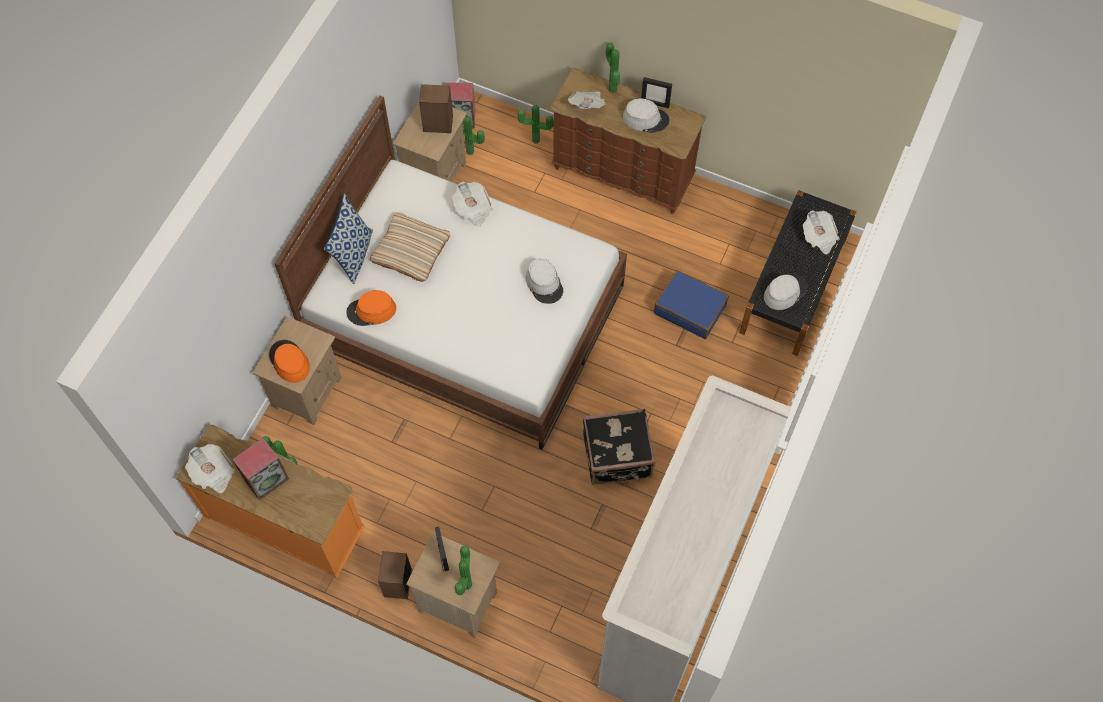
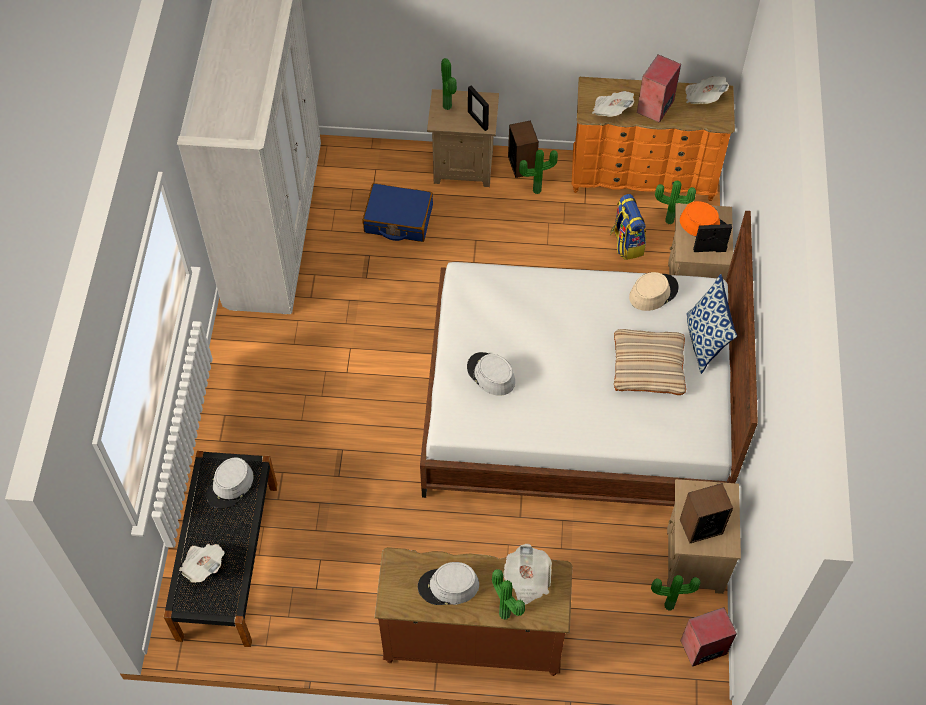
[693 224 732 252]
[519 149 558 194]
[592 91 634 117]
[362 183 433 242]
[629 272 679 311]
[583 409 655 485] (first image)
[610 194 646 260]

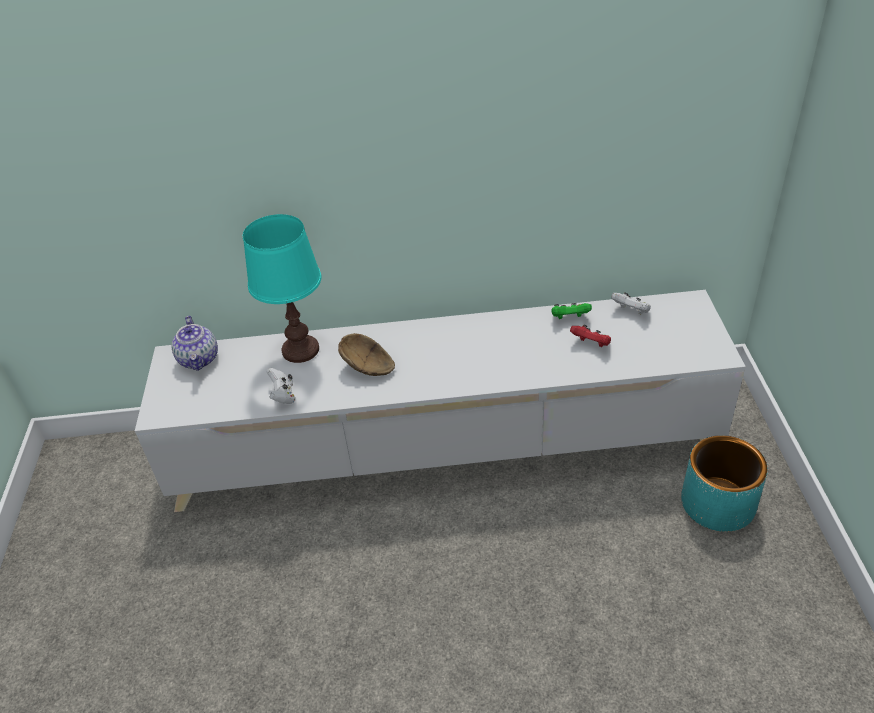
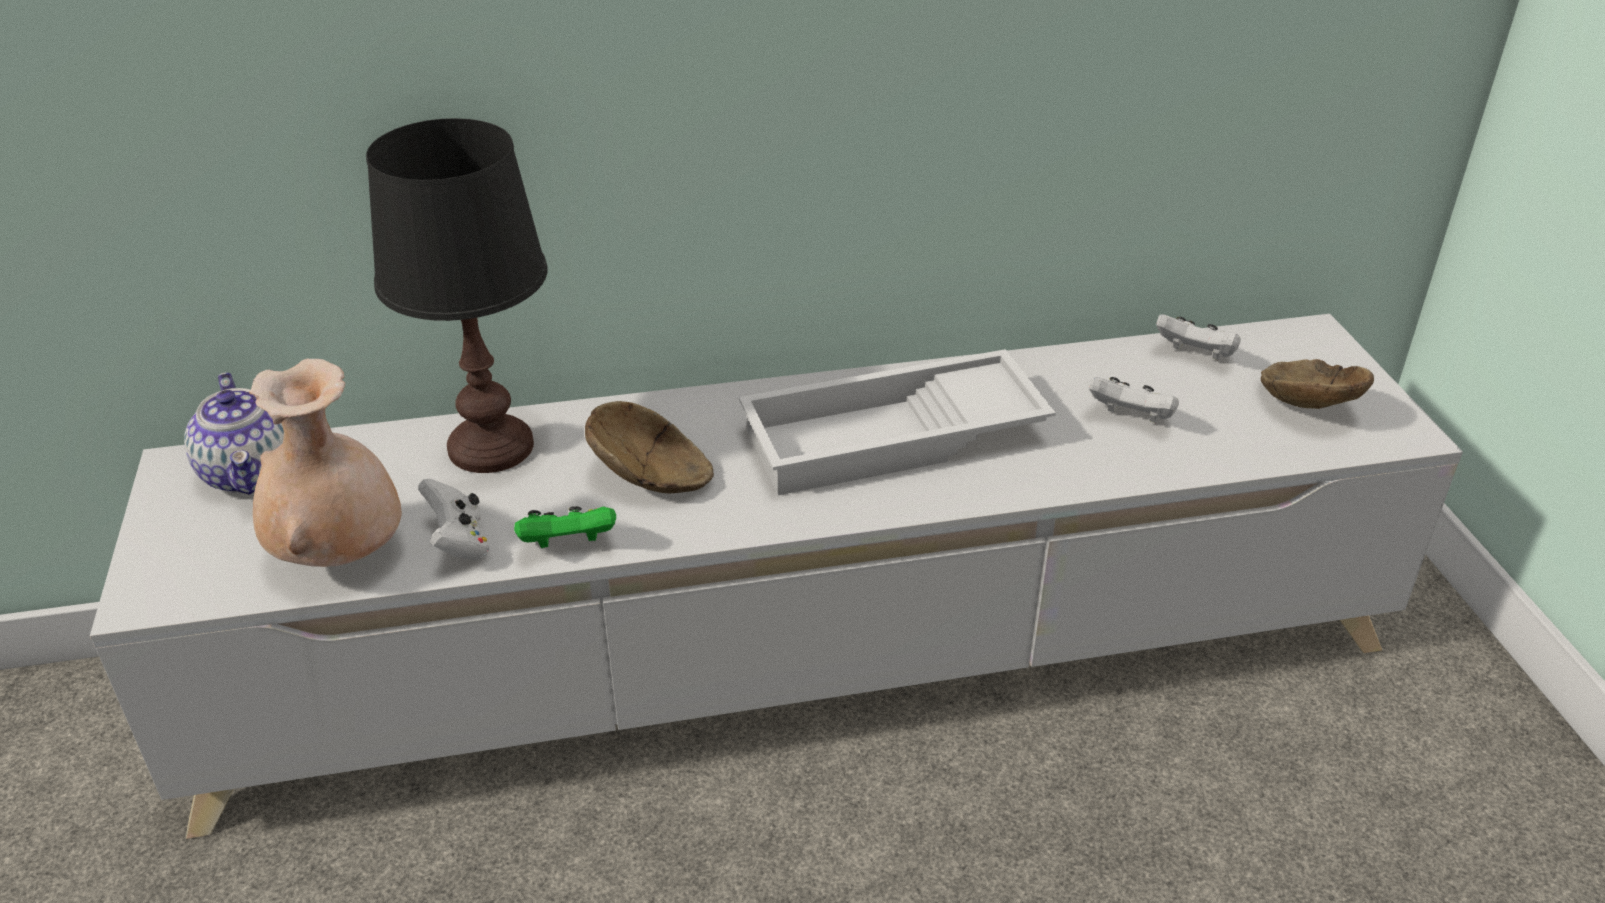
[366 118 548 473]
[514 506 616 548]
[1089 377 1179 423]
[681 435 768 532] (first image)
[739 349 1056 495]
[249 359 402 567]
[1261 359 1374 409]

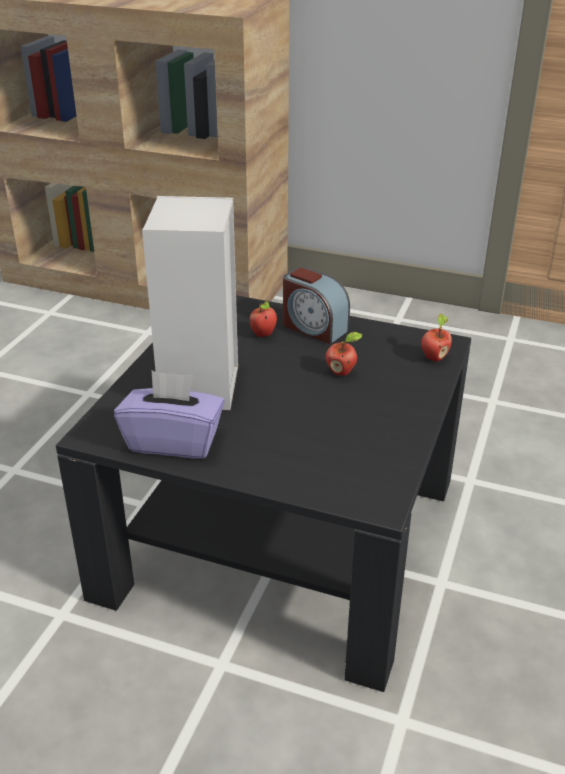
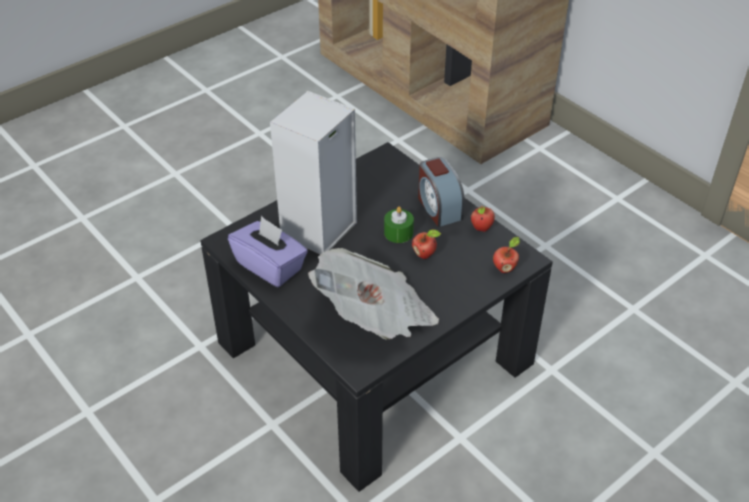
[471 206 495 232]
[384 206 414 243]
[308 248 439 340]

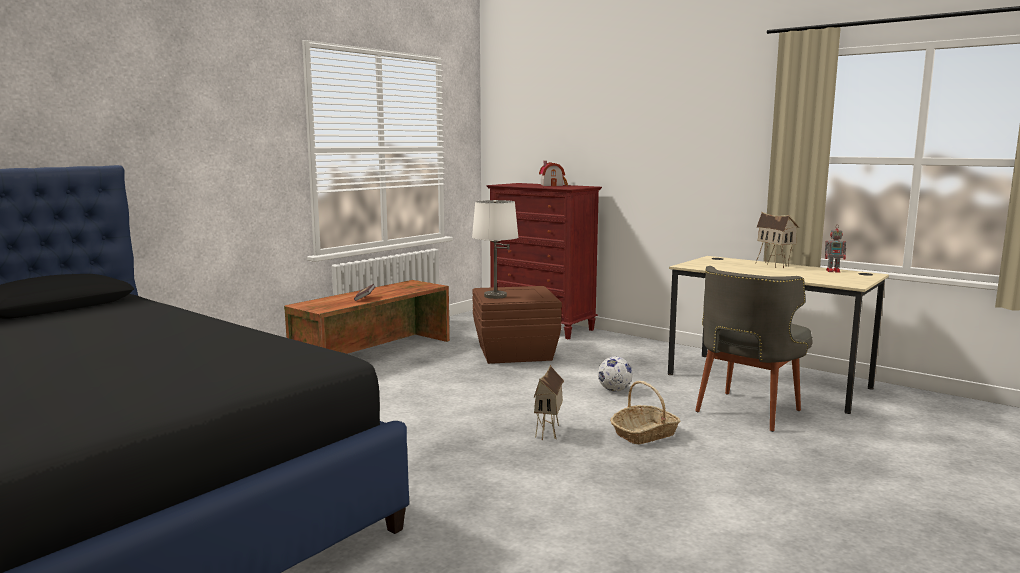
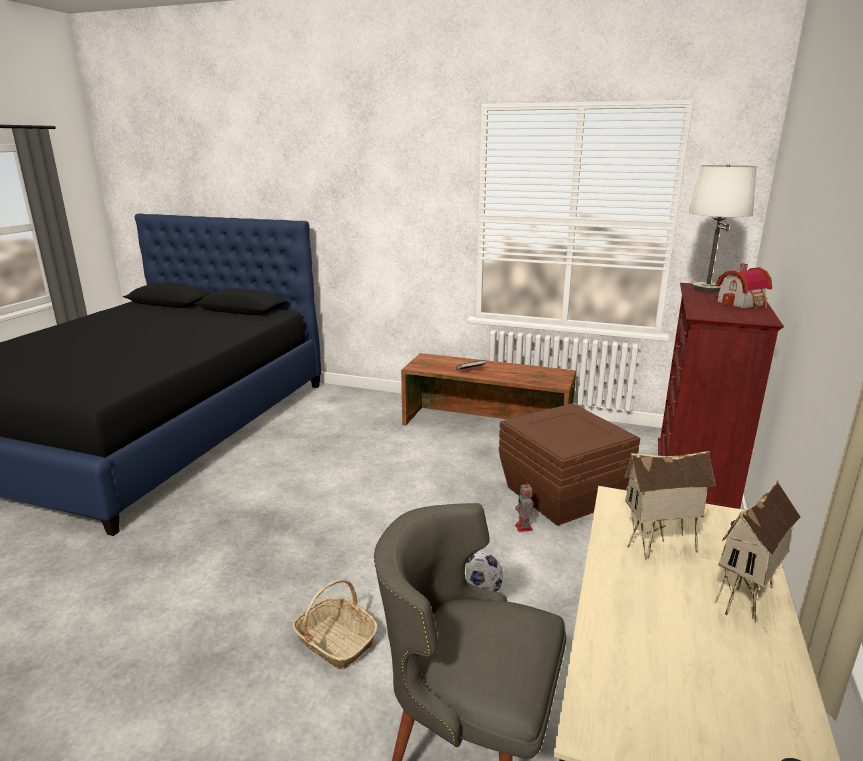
[688 164 757 292]
[515 481 533 532]
[625 451 716 560]

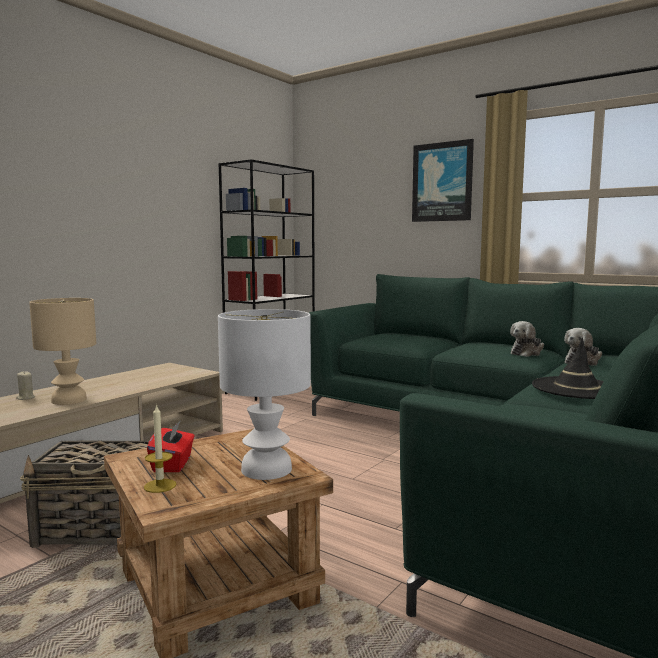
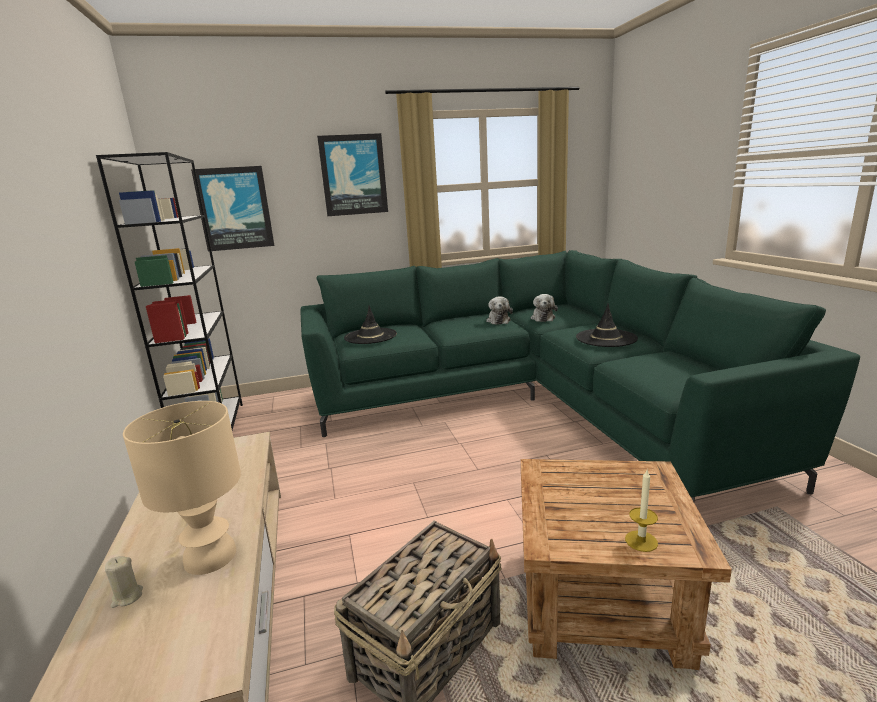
[218 309 311 480] (first image)
[147 420 194 472] (first image)
[191 166 274 252]
[344 306 397 344]

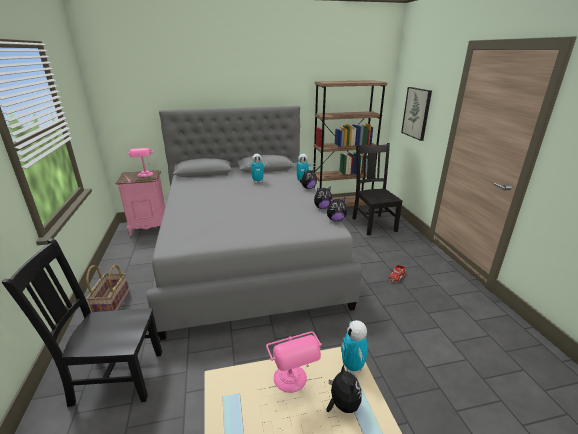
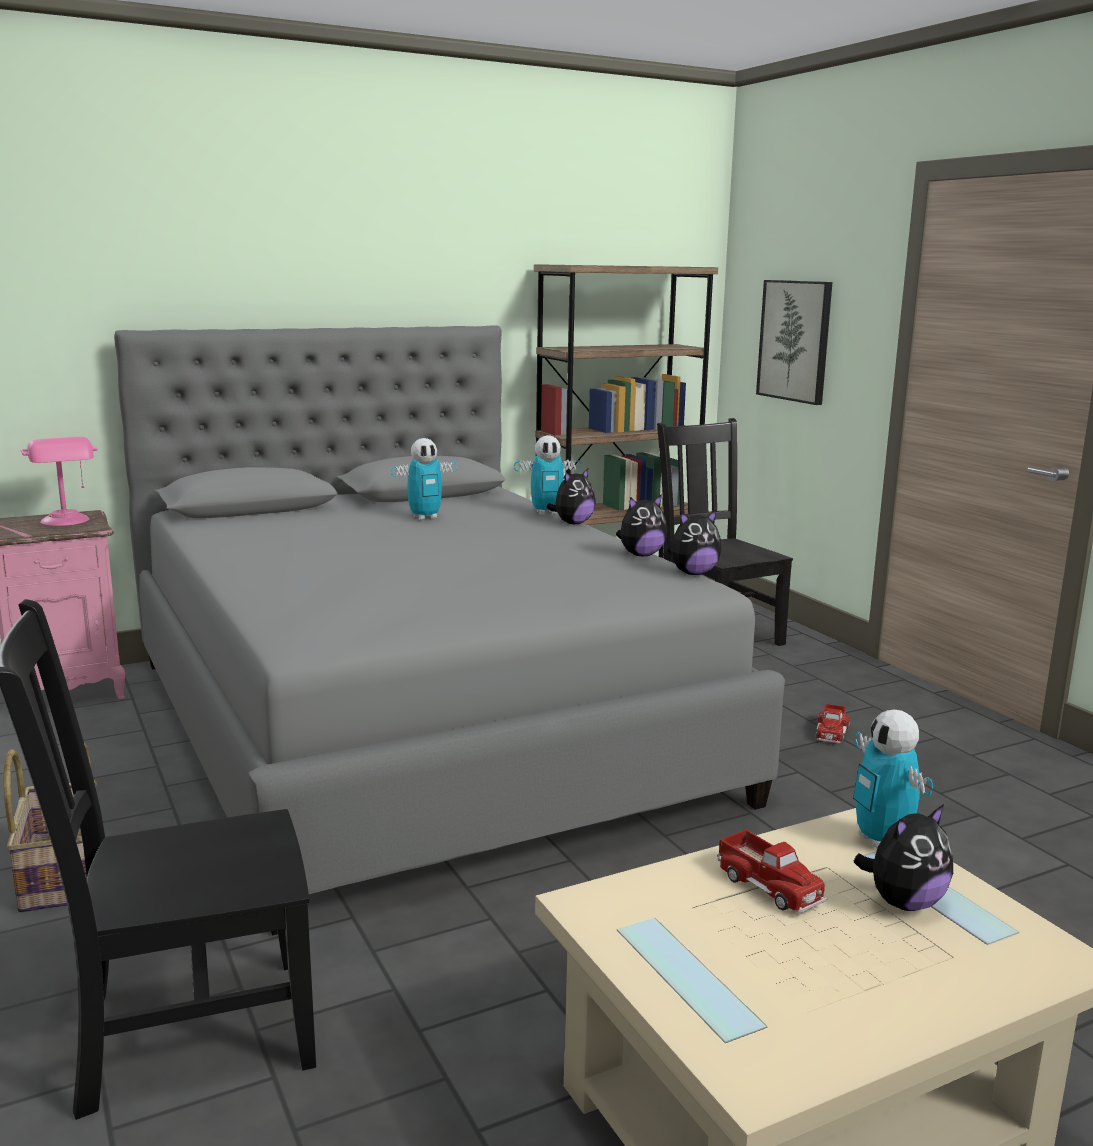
[717 830 827 913]
[854 804 953 911]

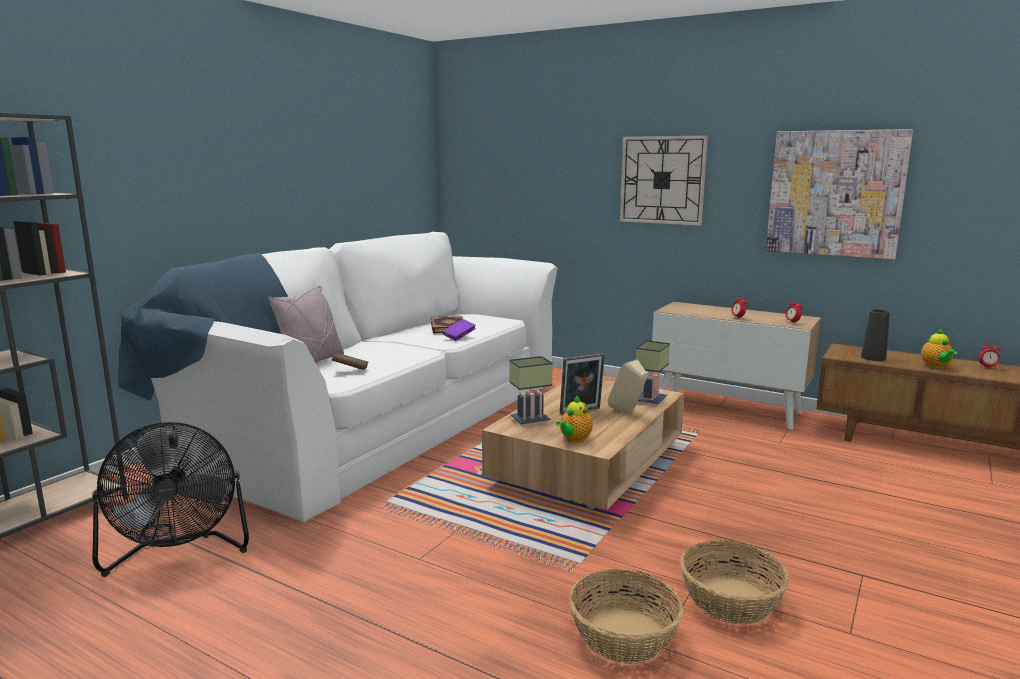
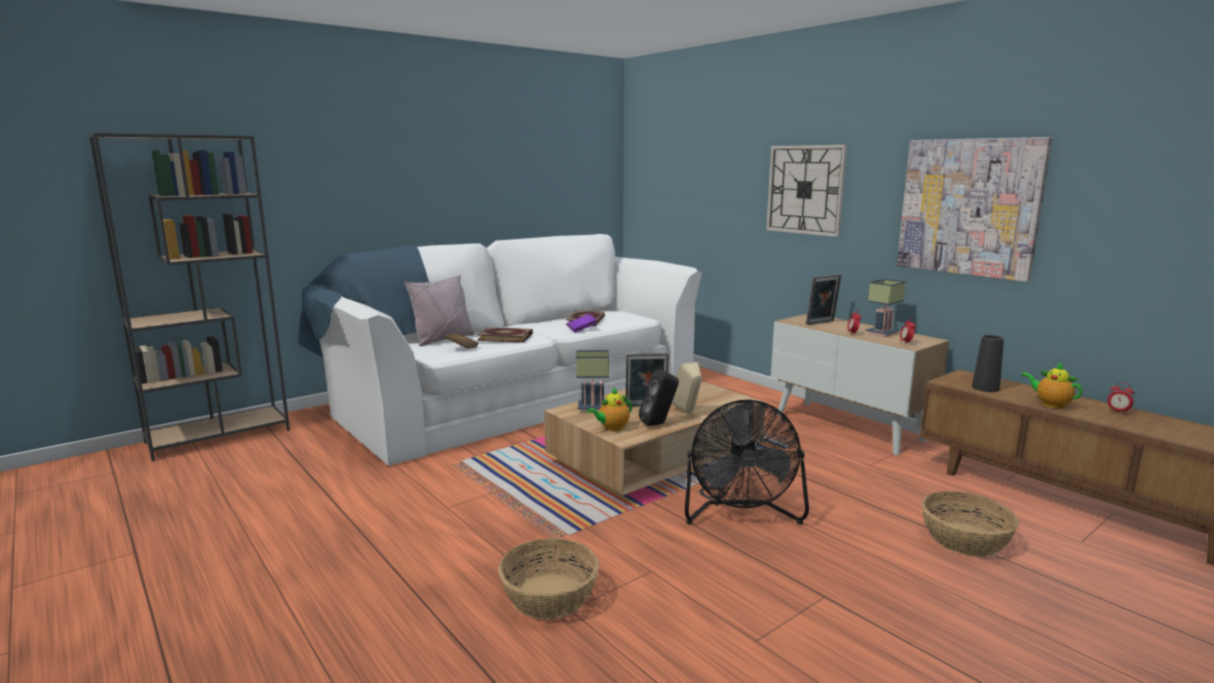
[1021 363 1083 408]
[865 279 906 337]
[685 400 809 525]
[922 491 1019 557]
[806 274 841 325]
[477 327 533 343]
[639 369 679 426]

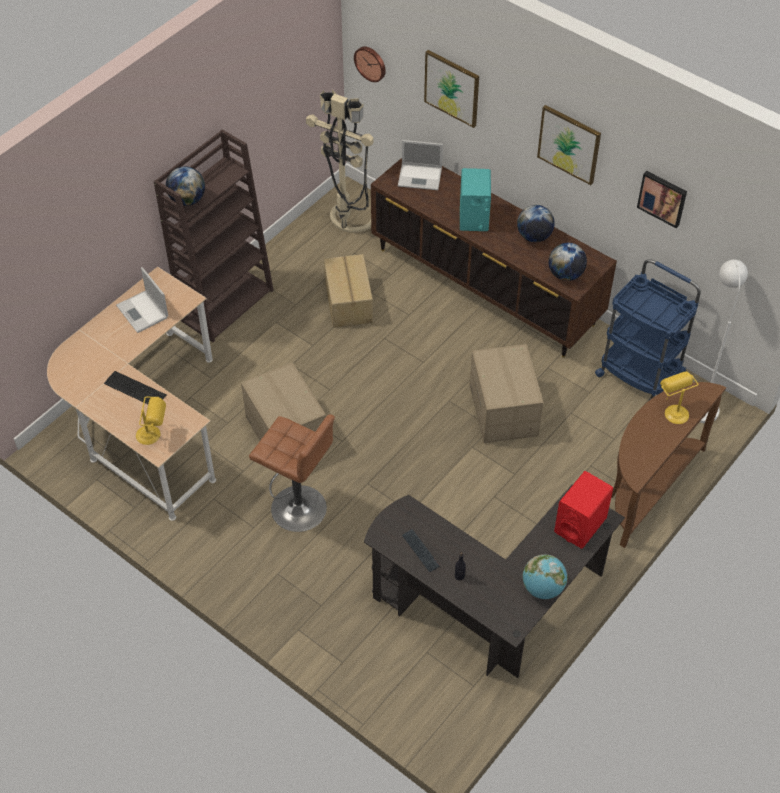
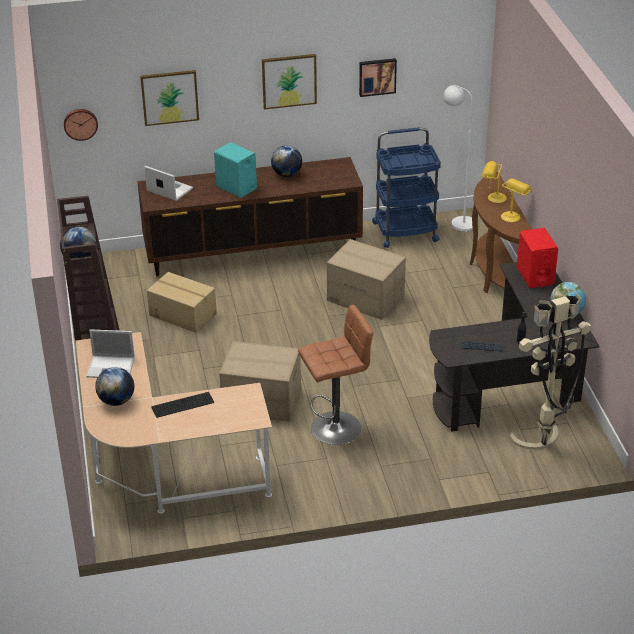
[510 293 591 449]
[145 166 193 201]
[95 367 134 406]
[501 178 531 222]

